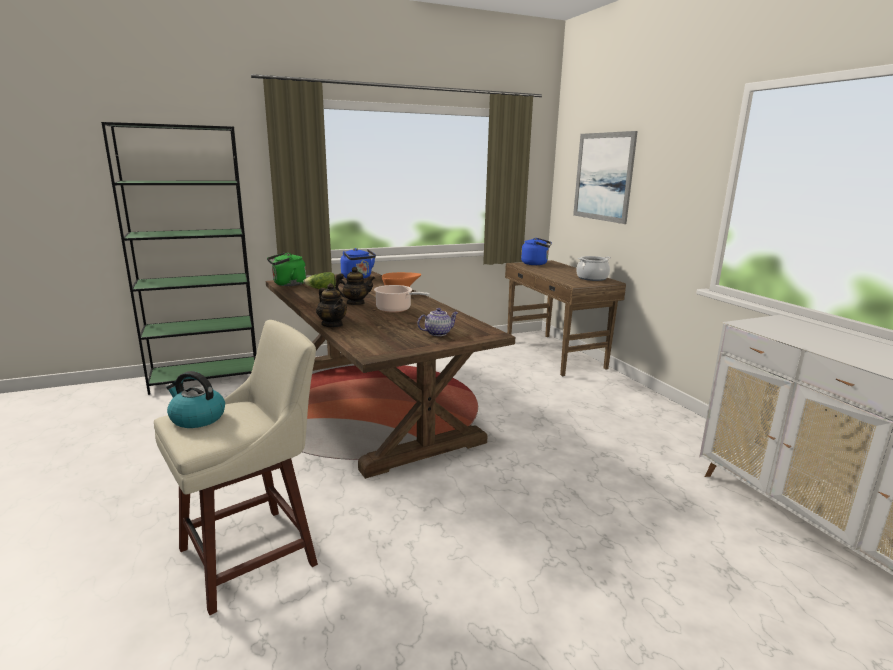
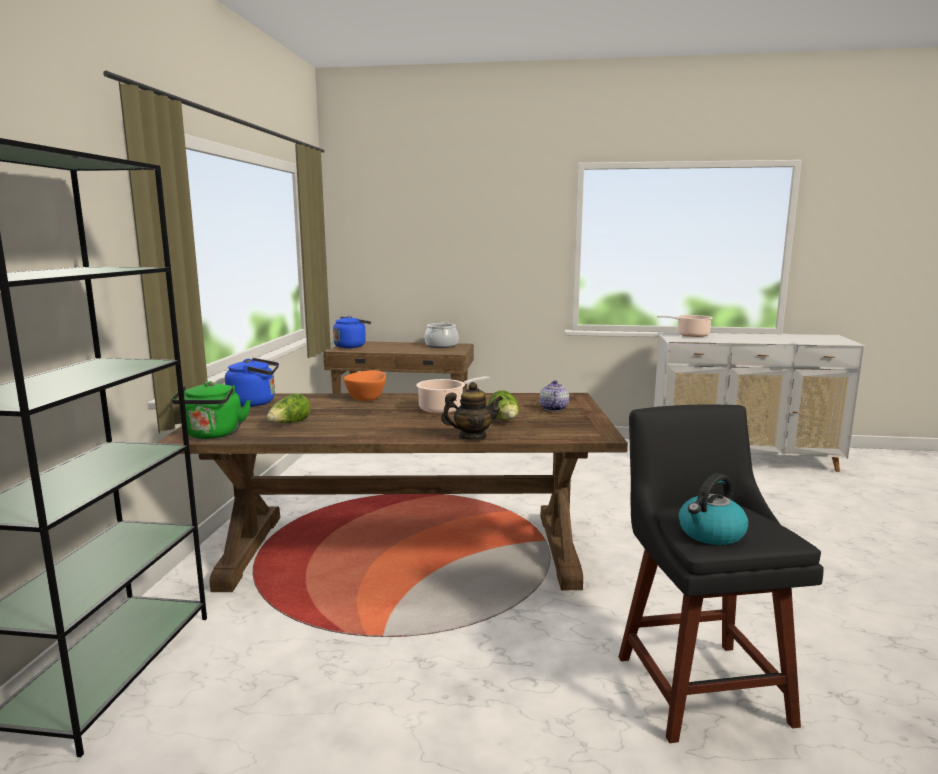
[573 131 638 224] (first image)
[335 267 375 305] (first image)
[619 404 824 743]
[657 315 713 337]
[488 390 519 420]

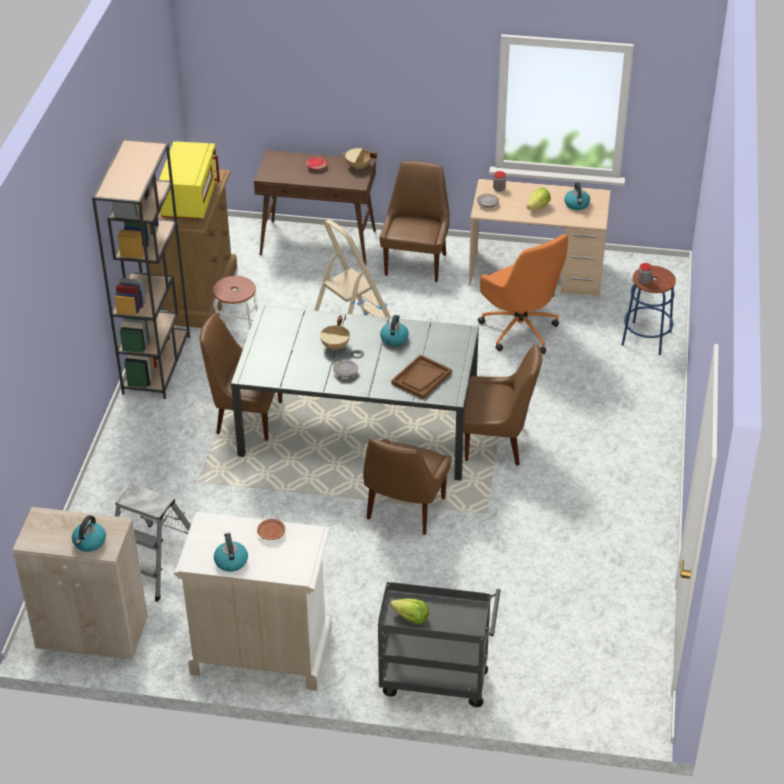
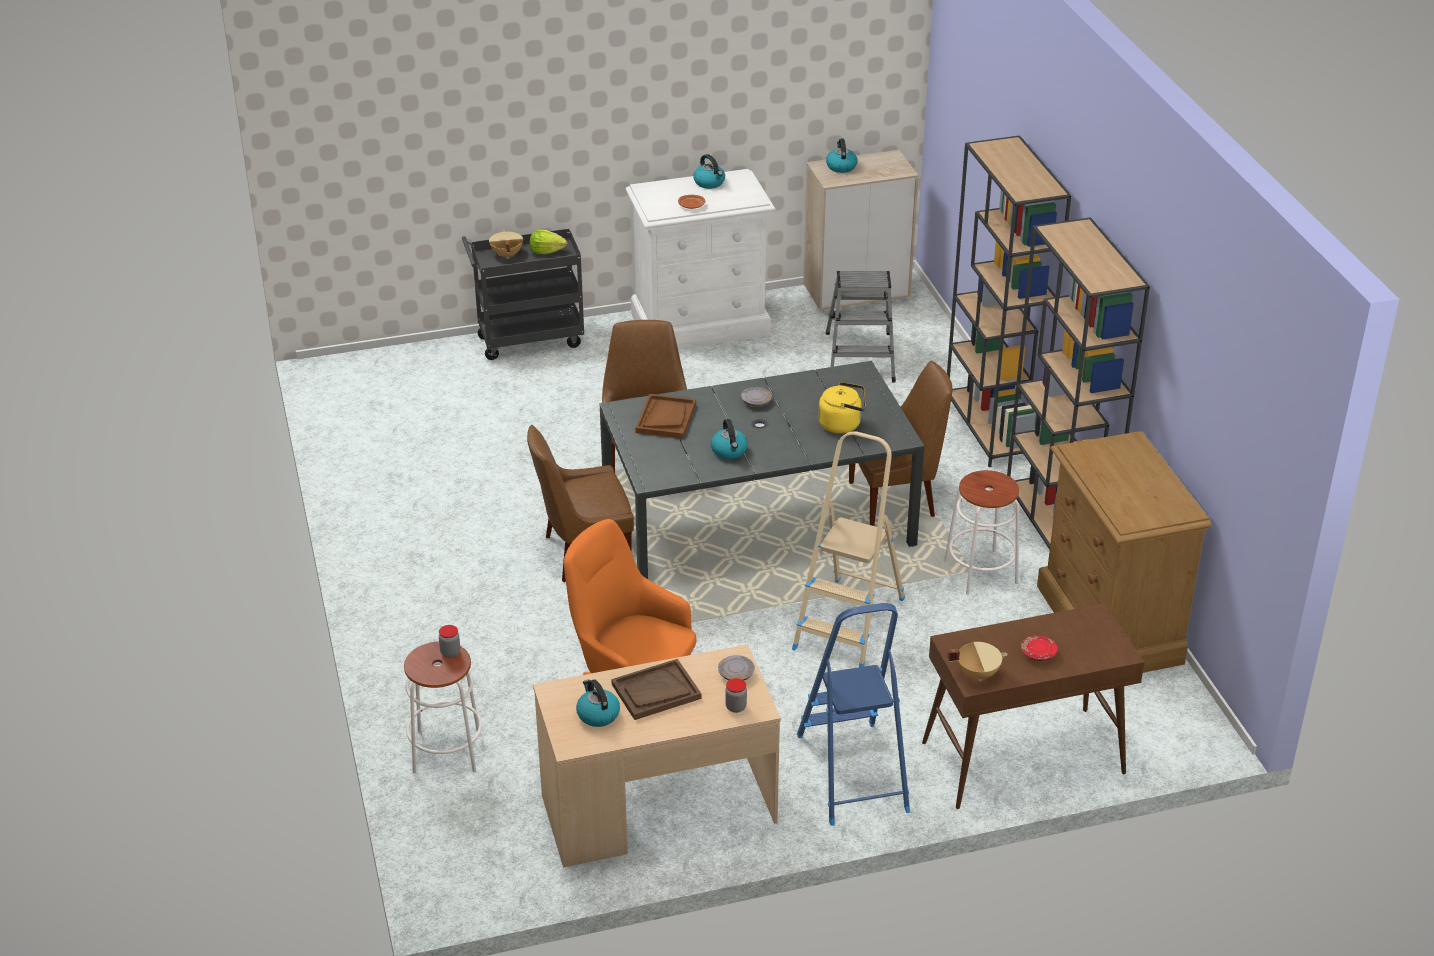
[159 141 220 219] (first image)
[797 603 910 826]
[611 659 701 720]
[404 641 482 774]
[489 230 523 259]
[947 135 1071 467]
[818 382 866 434]

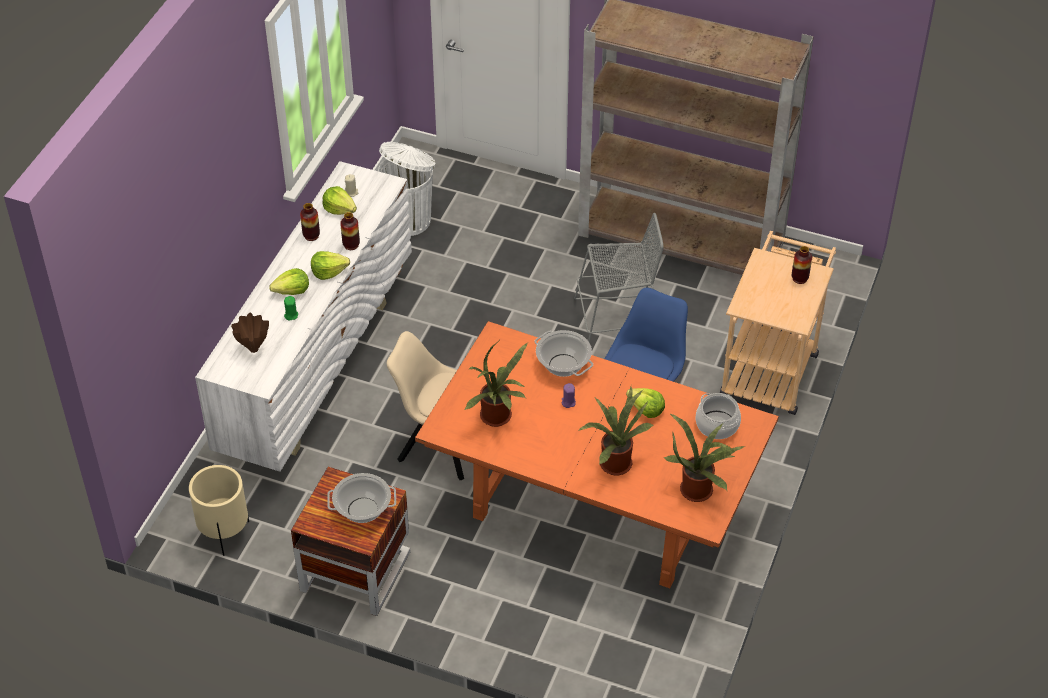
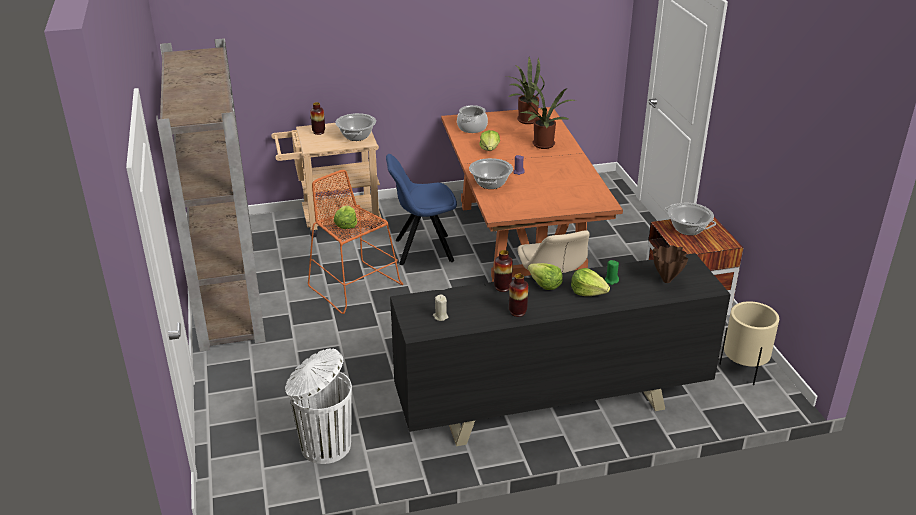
[390 253 731 446]
[334 205 357 229]
[308 170 403 314]
[464 341 528 427] (first image)
[335 113 376 141]

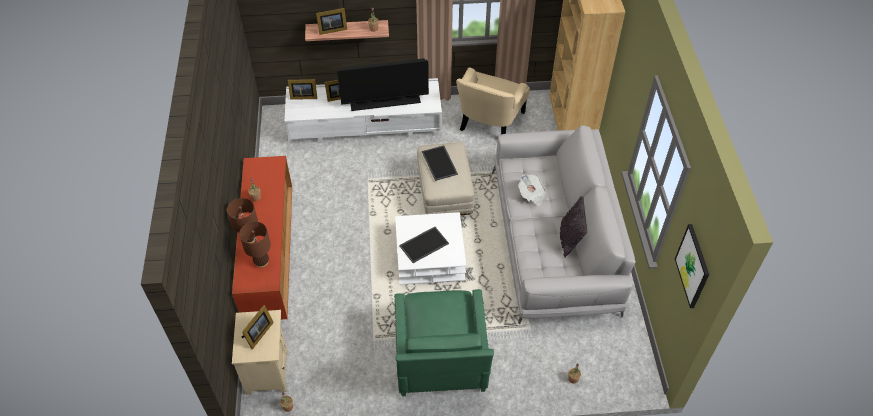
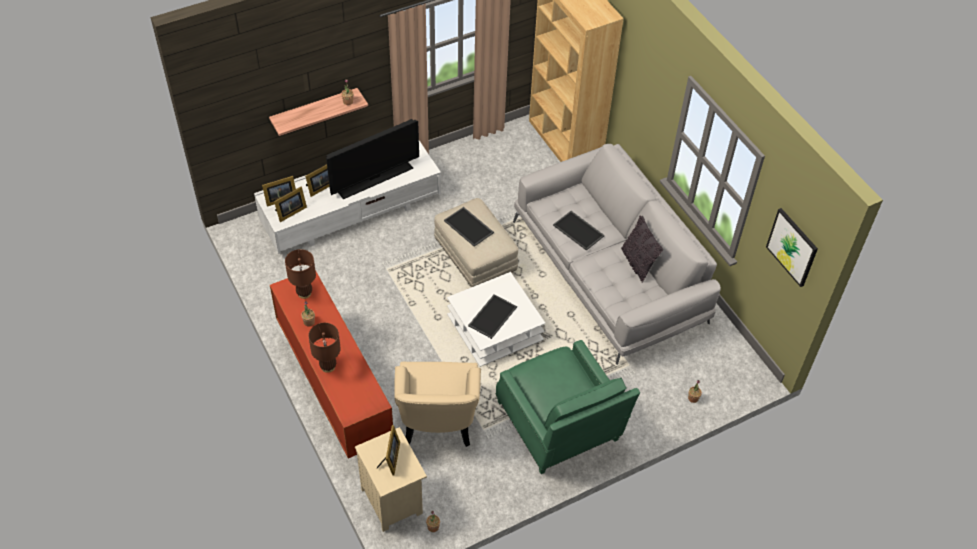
[274 187 307 222]
[394 362 481 447]
[553 211 604 251]
[285 249 316 299]

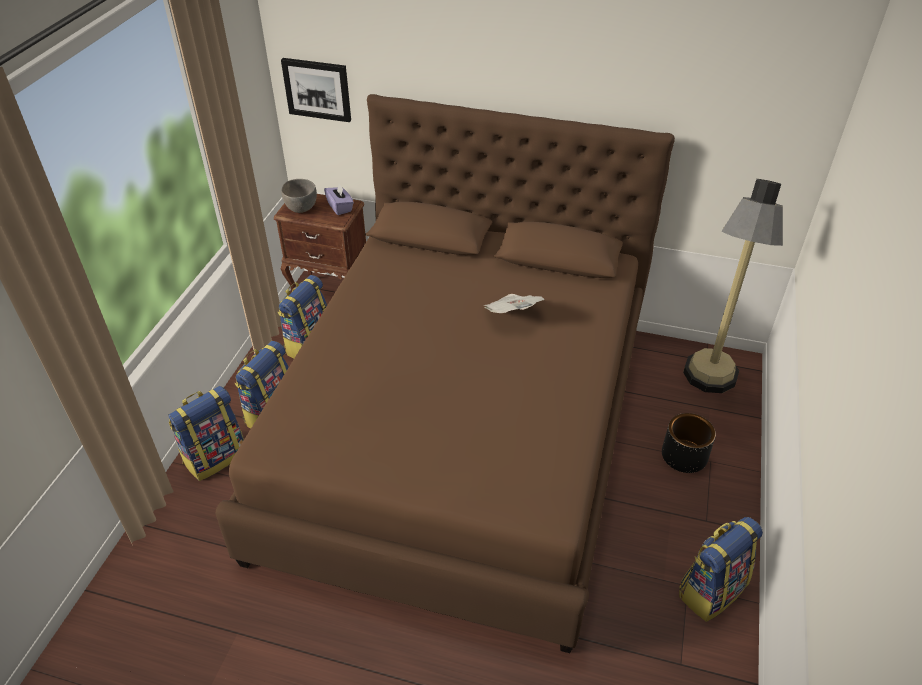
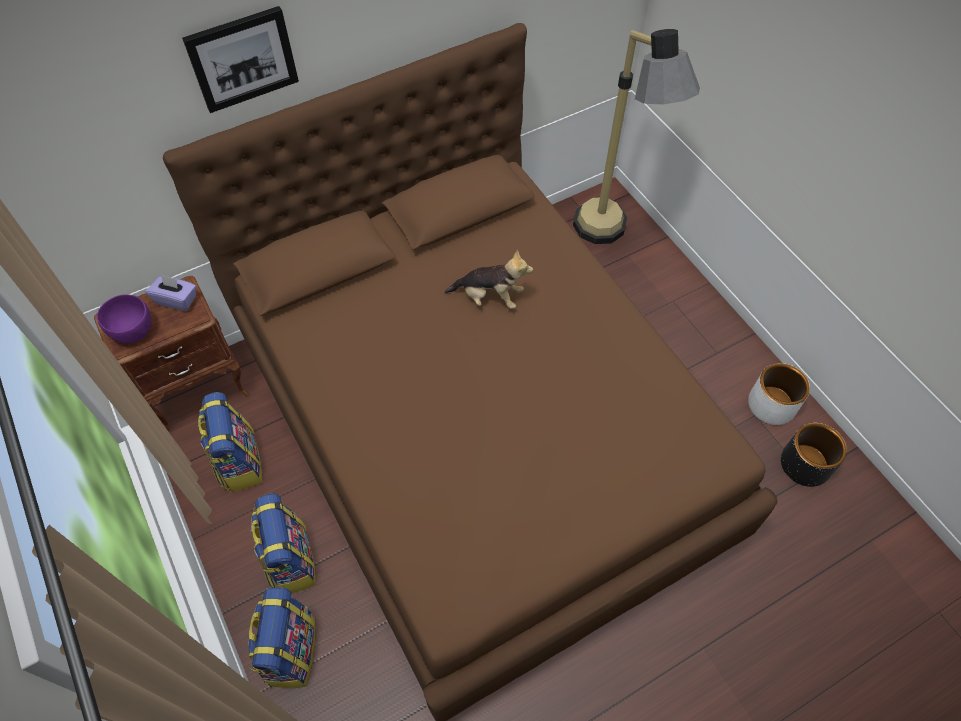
[182 6 299 113]
[97 294 151 343]
[445 250 533 309]
[781 423 847 487]
[748 363 810 425]

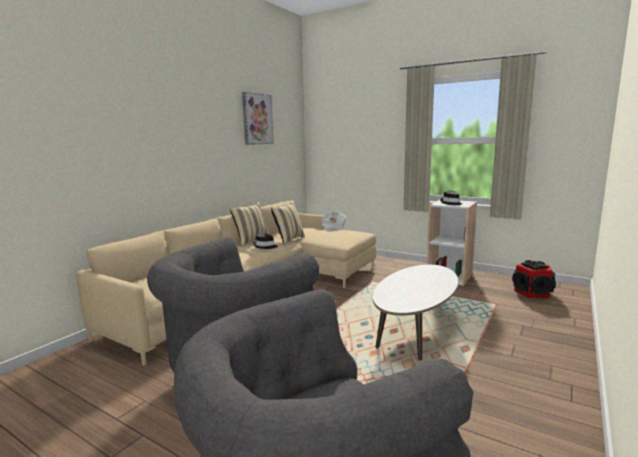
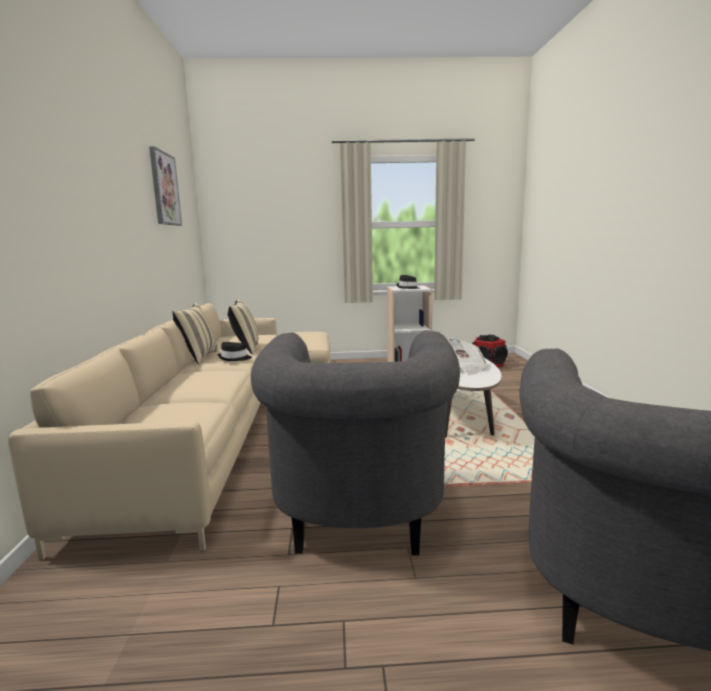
[448 338 488 375]

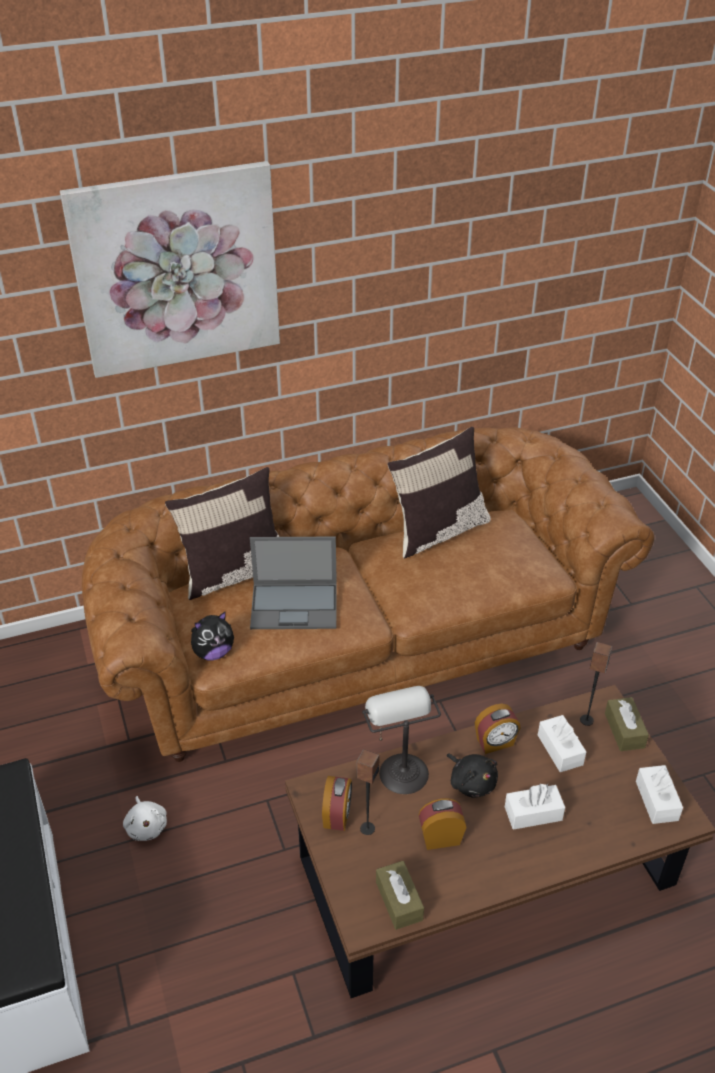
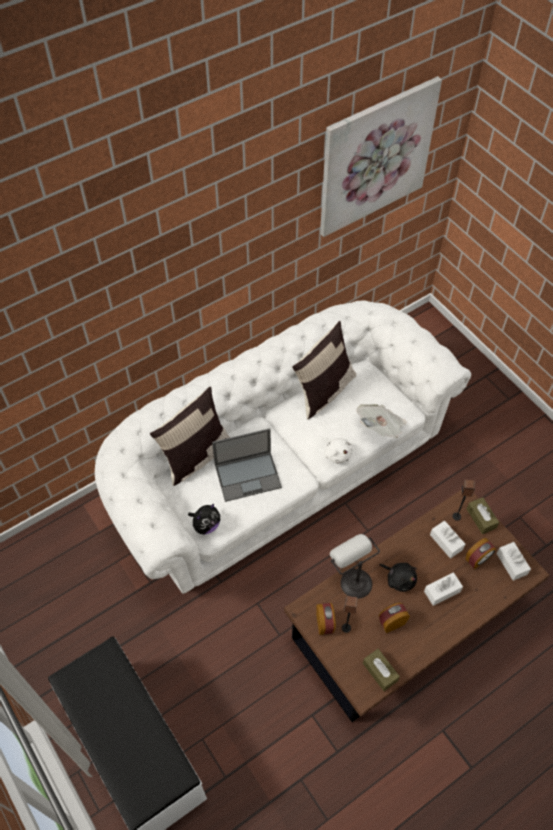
[320 76 442 237]
[95 301 471 594]
[466 538 496 569]
[323 437 352 464]
[357 404 407 438]

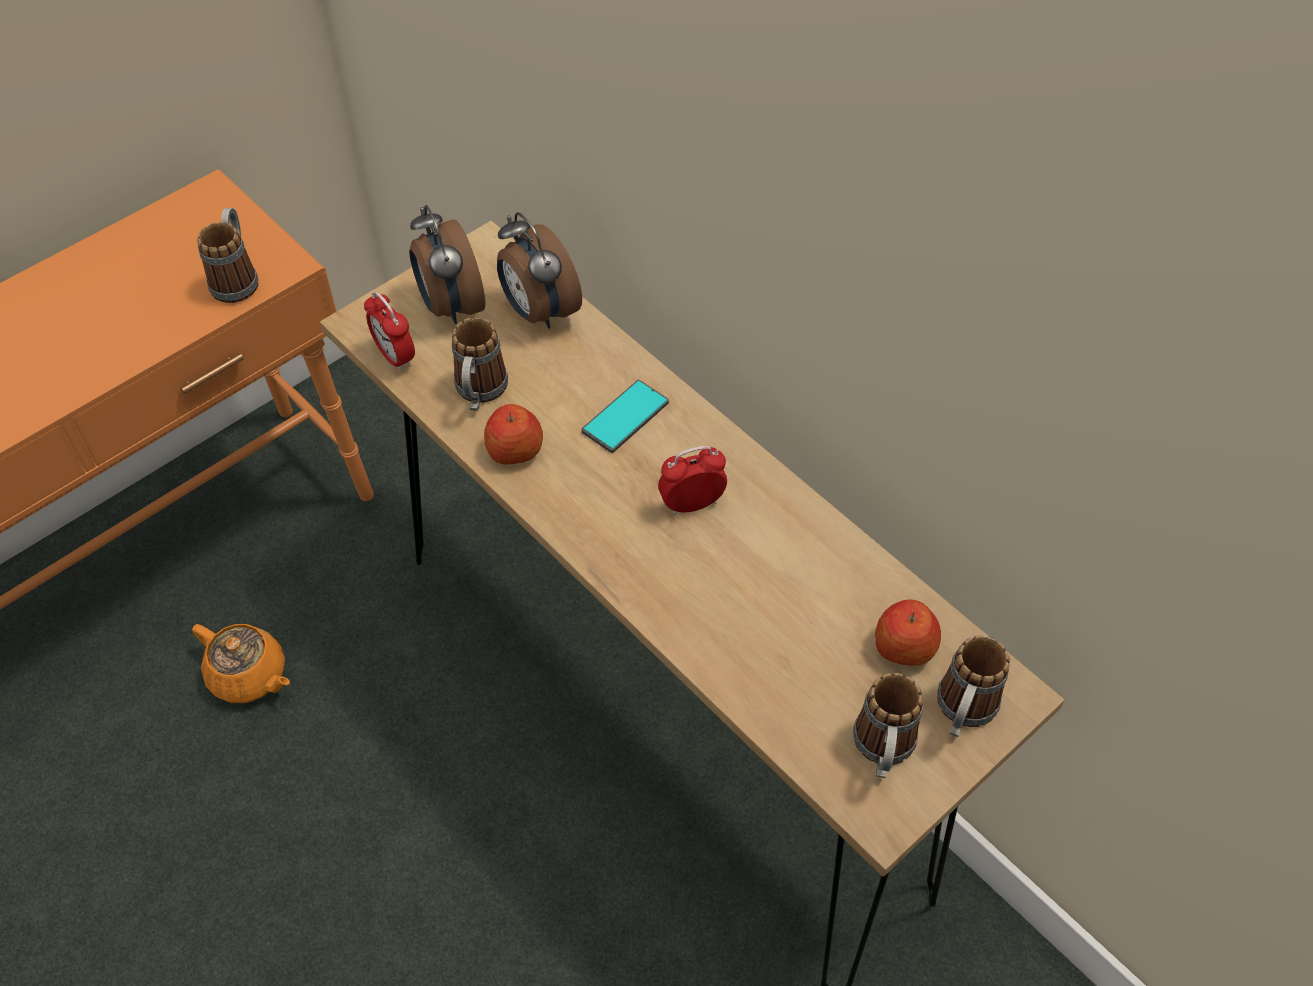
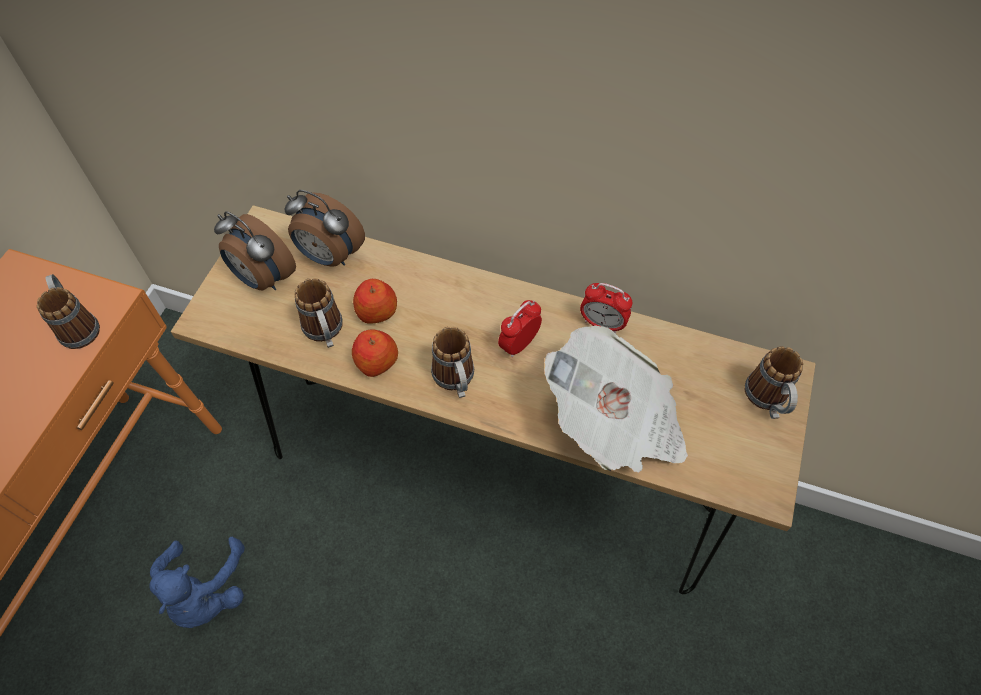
[580 283 632 333]
[581 380 669 453] (first image)
[353 279 397 324]
[149 537 245 628]
[431 327 474 398]
[544 326 688 473]

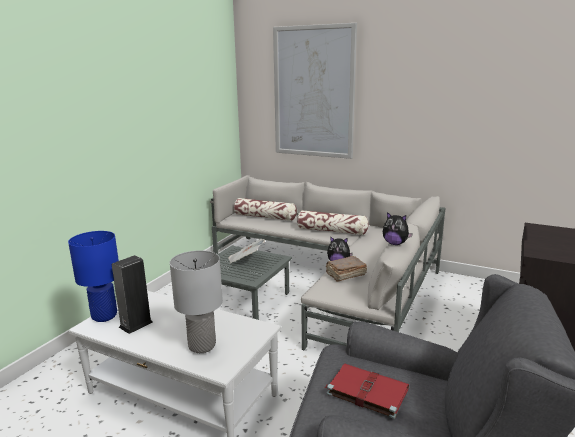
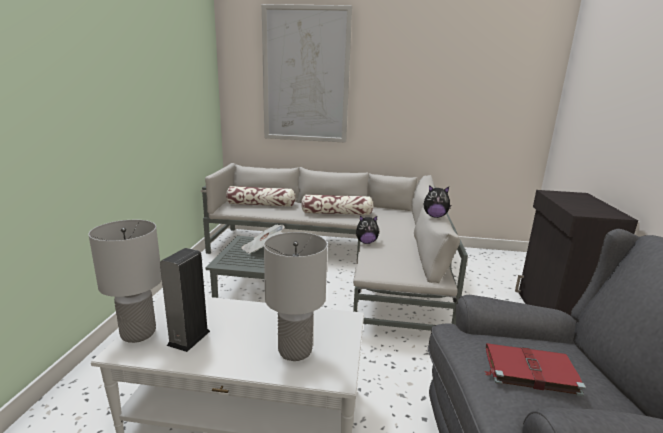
[88 220 162 343]
[326 256 367 282] (first image)

